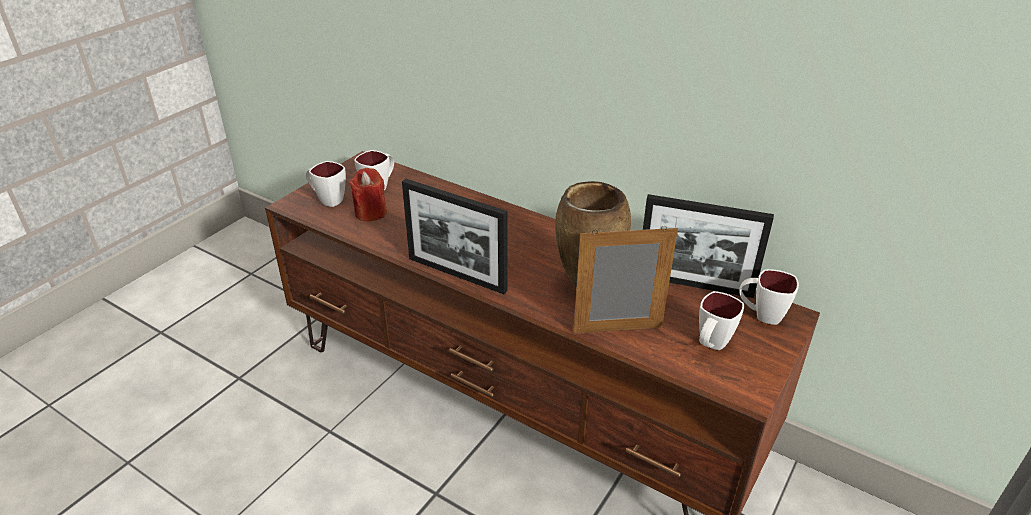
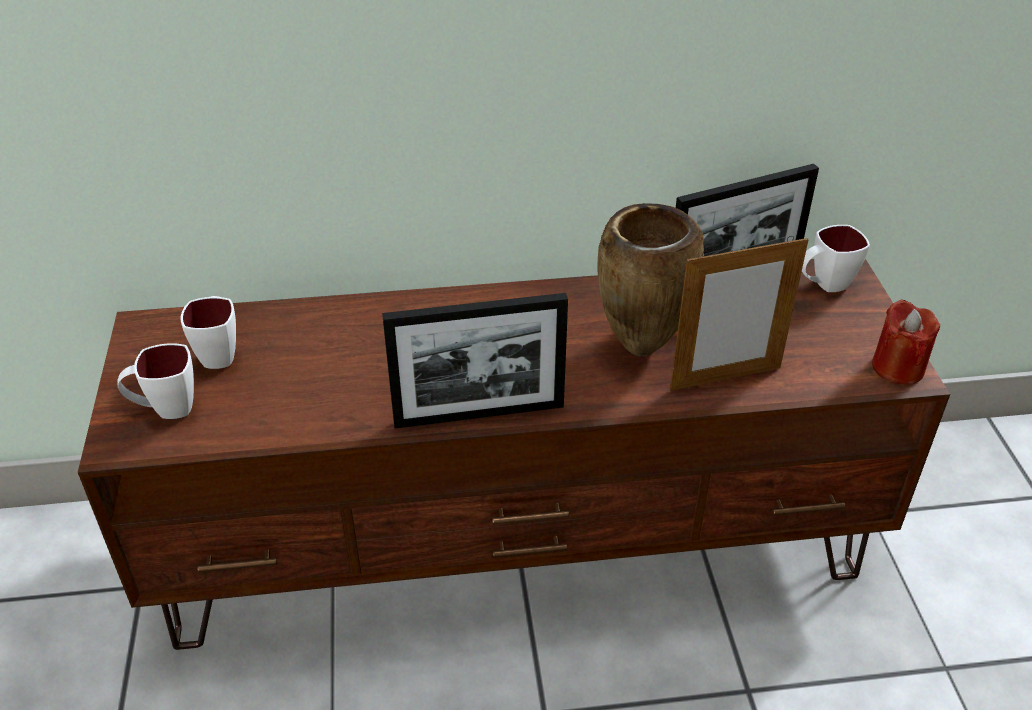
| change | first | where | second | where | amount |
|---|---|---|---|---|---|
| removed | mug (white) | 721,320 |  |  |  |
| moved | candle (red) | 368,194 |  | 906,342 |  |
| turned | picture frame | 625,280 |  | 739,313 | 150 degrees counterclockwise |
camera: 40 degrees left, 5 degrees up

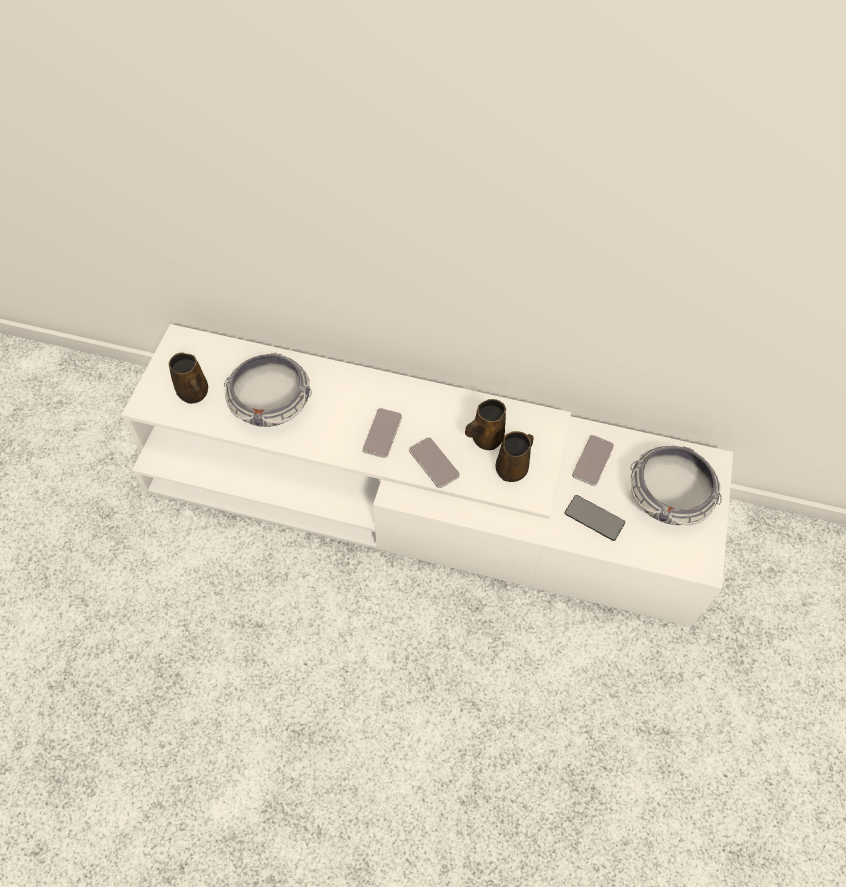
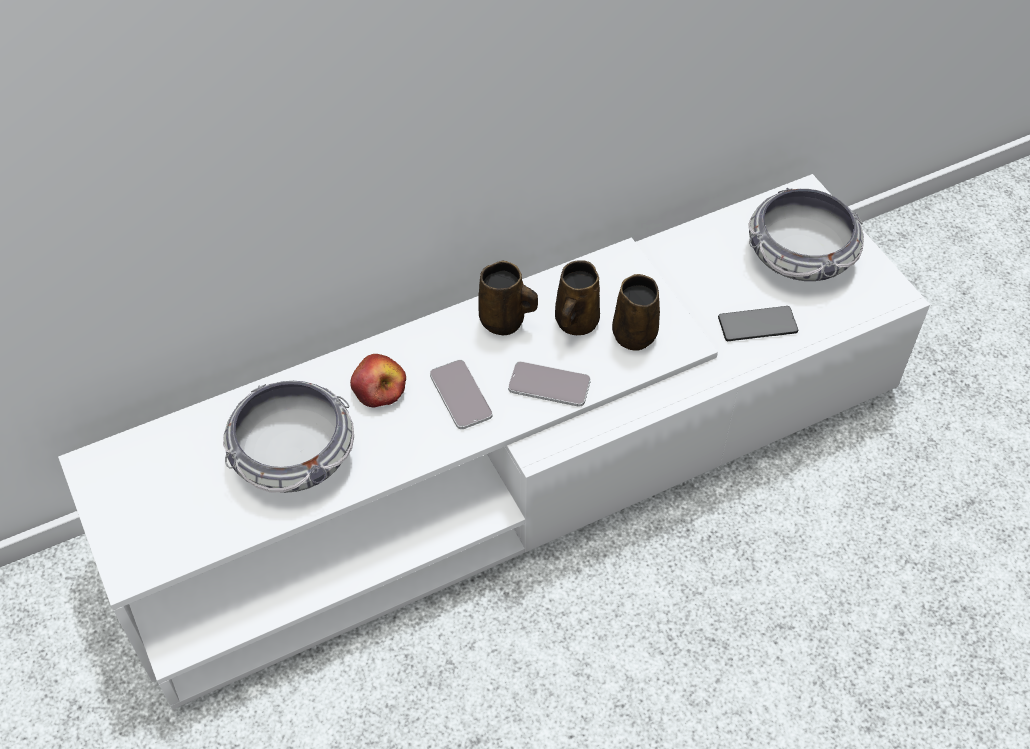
| change | first | where | second | where | amount |
|---|---|---|---|---|---|
| removed | phone | 593,460 |  |  |  |
| added |  |  | apple | 378,380 |  |
| moved | mug (brown) | 188,378 |  | 508,298 |  |
camera: 40 degrees left, 5 degrees down

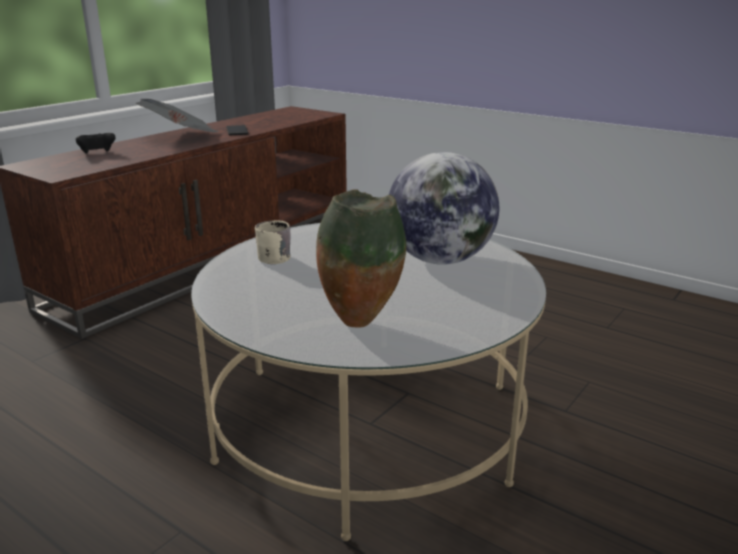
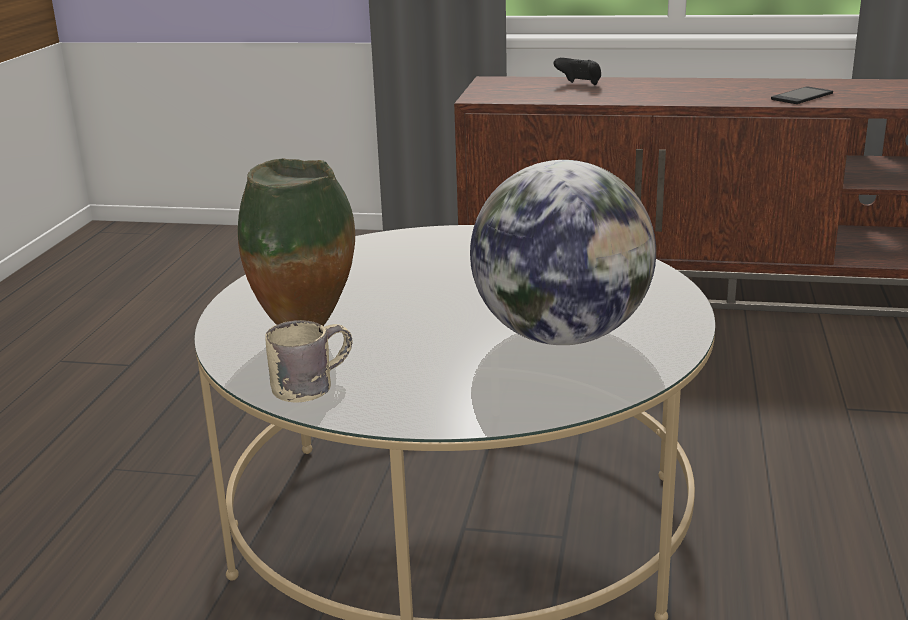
| change | first | where | second | where | amount |
|---|---|---|---|---|---|
| removed | newspaper | 178,115 |  |  |  |
| moved | mug (beige) | 272,242 |  | 308,361 |  |
camera: 65 degrees right, 0 degrees up

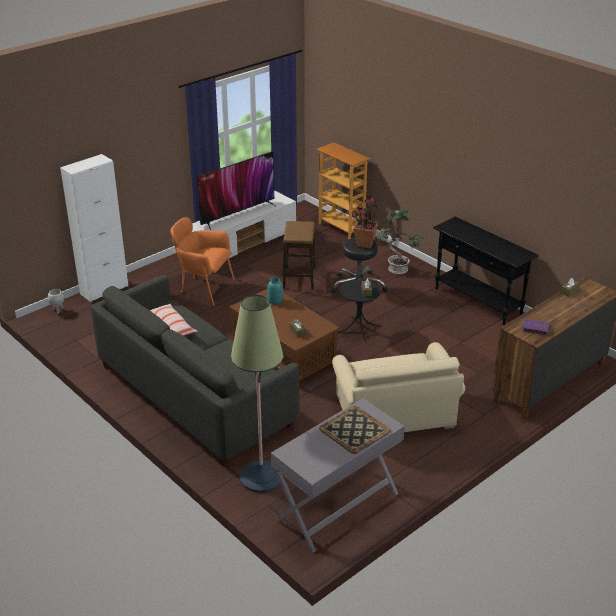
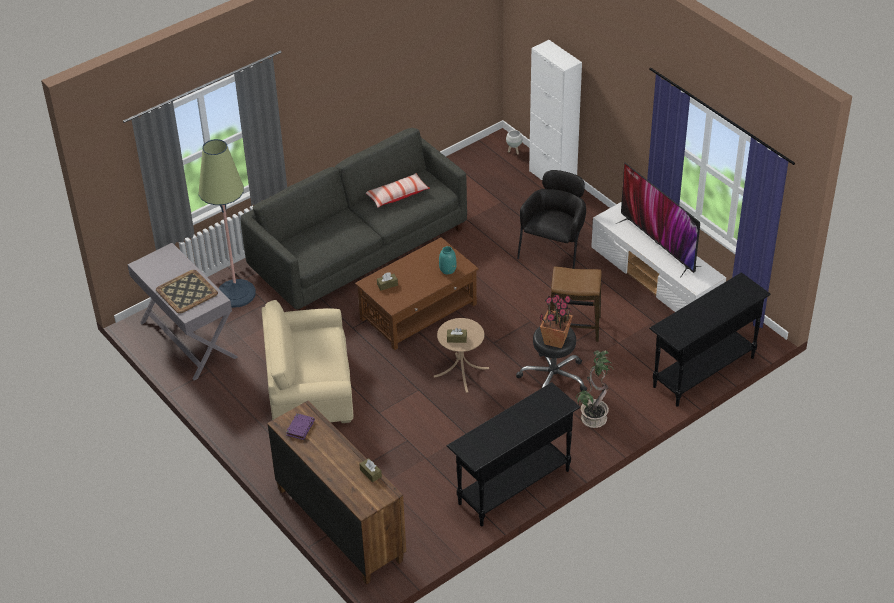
| change | first | where | second | where | amount |
|---|---|---|---|---|---|
| replaced | bookcase | 343,191 | console table (black) | 710,339 |  |
| recoloured | armchair (orange) | 202,261 | armchair (black) | 551,219 |  |
| recoloured | side table (black) | 359,311 | side table (beige) | 461,355 |  |
camera: 95 degrees right, 10 degrees up

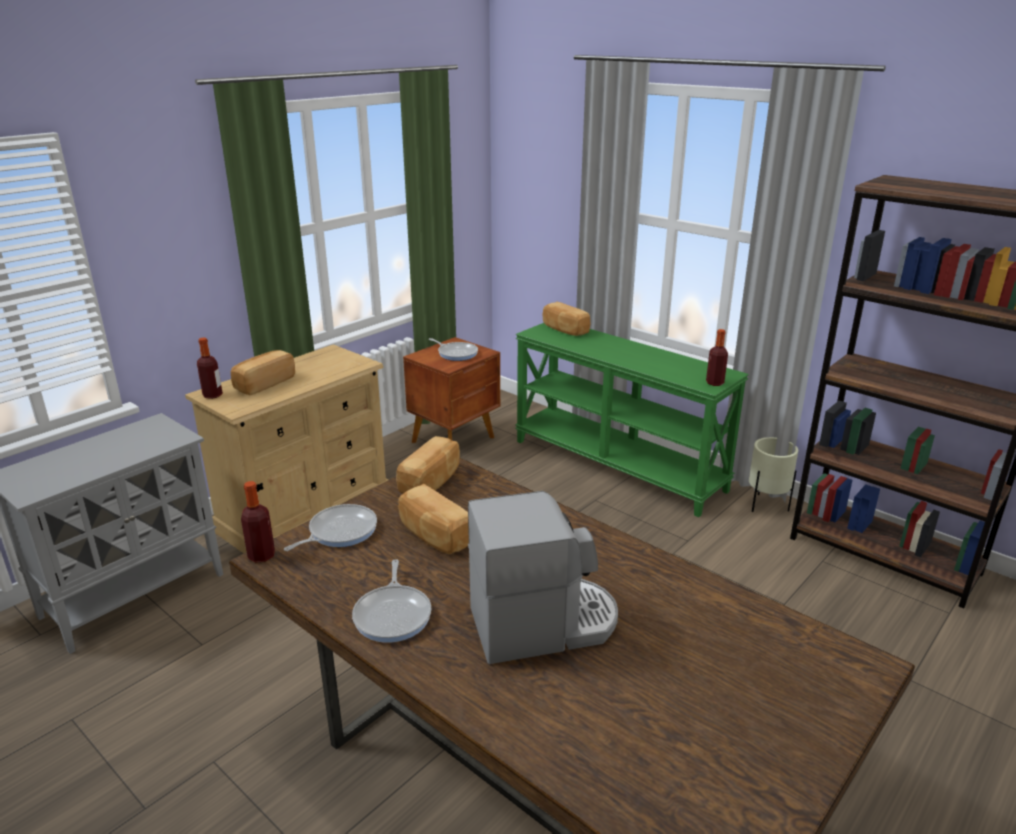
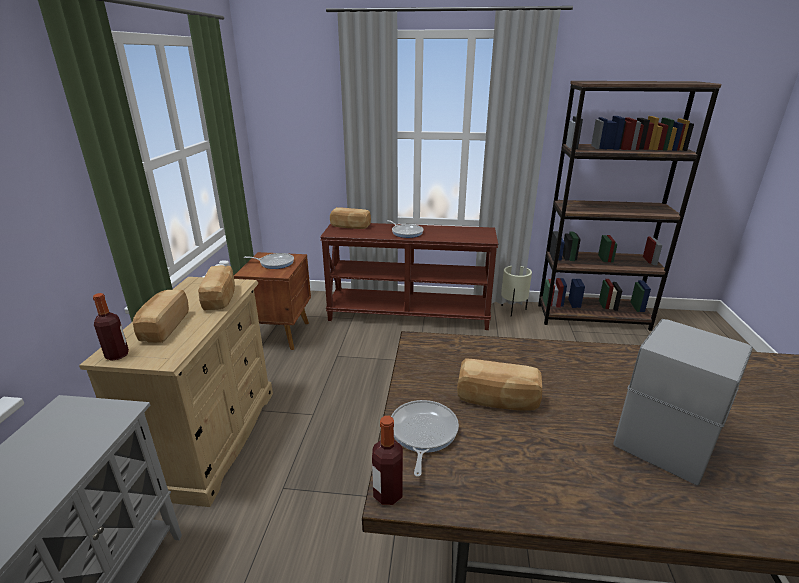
| change | first | where | second | where | amount |
|---|---|---|---|---|---|
| removed | bottle | 717,357 |  |  |  |
| moved | frying pan | 392,601 |  | 405,229 |  |
| moved | bread | 428,464 |  | 216,287 |  |
| recoloured | console table (green) | 632,420 | console table (brown) | 409,276 |  |
camera: 35 degrees left, 0 degrees up

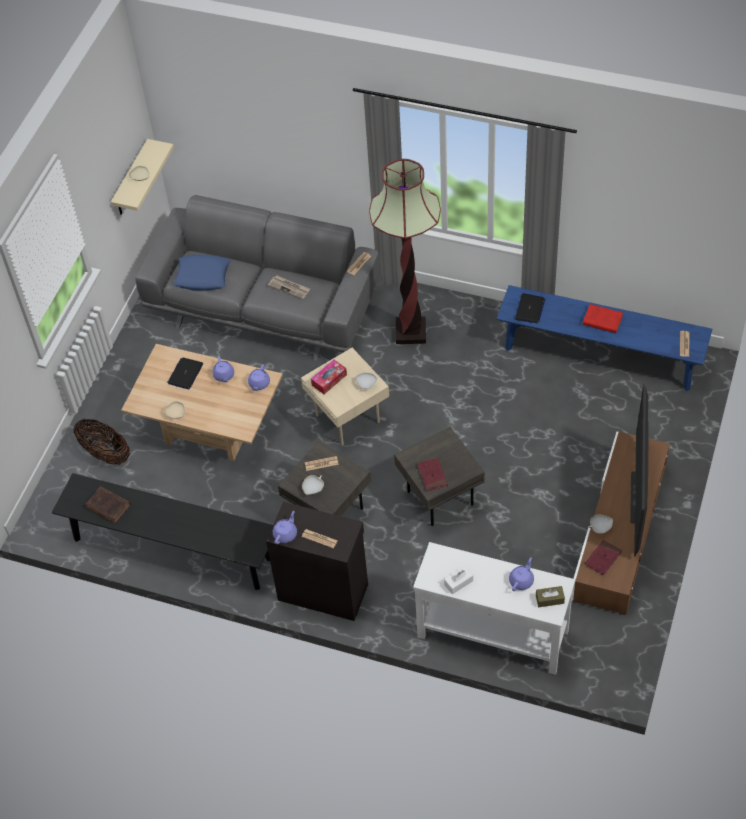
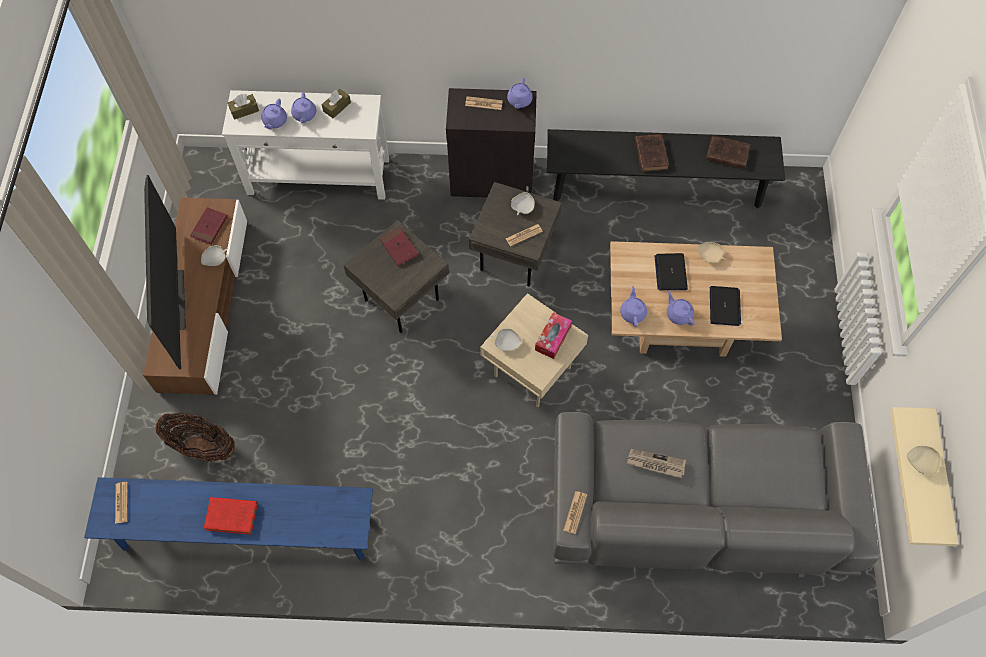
| change | first | where | second | where | amount |
|---|---|---|---|---|---|
| removed | pillow (blue) | 202,272 |  |  |  |
| removed | floor lamp | 405,251 |  |  |  |
| added |  |  | teapot (purple) | 303,107 |  |
| added |  |  | book (brown) | 652,153 |  |
| moved | basket | 102,442 |  | 195,437 |  |
| moved | laptop | 530,308 |  | 671,272 |  |
| recoloured | tissue box (white) | 458,580 | tissue box (brown) | 336,103 |  |
camera: 160 degrees right, 10 degrees up

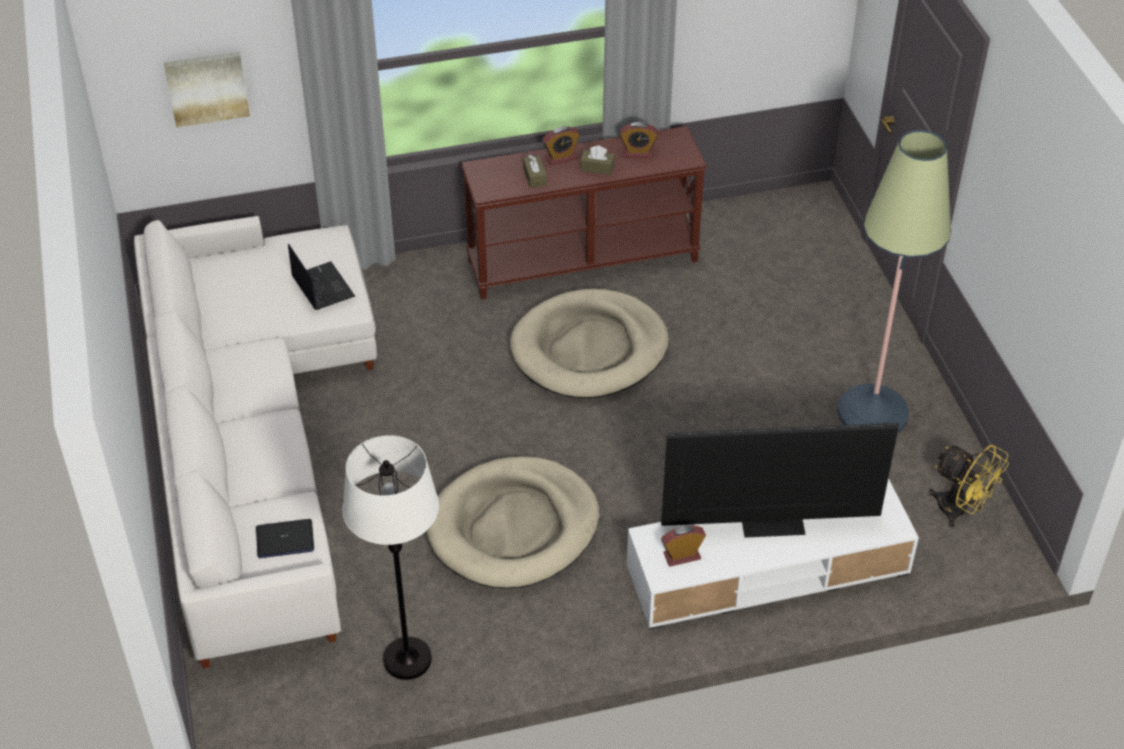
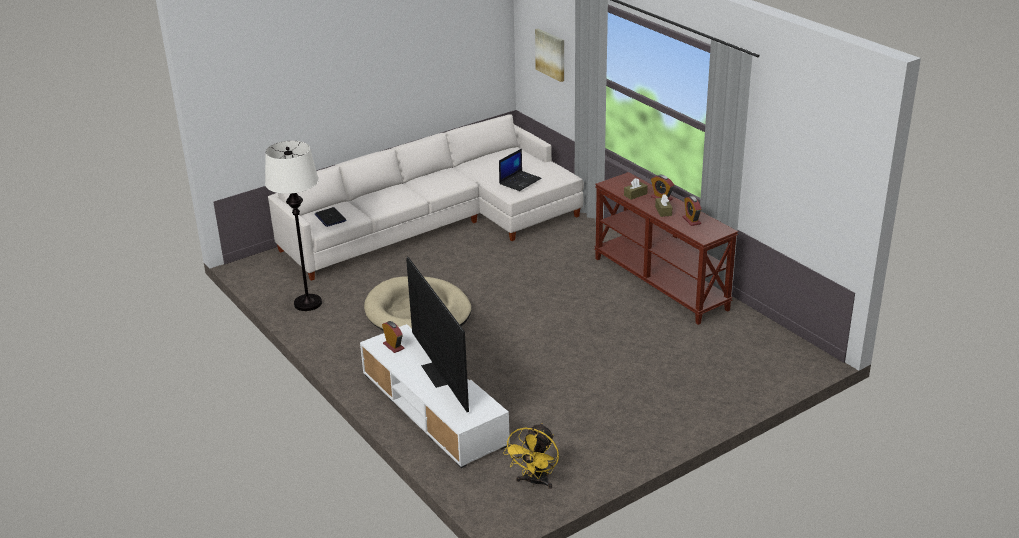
| change | first | where | second | where | amount |
|---|---|---|---|---|---|
| removed | dog bed (beige) | 589,343 |  |  |  |
| removed | floor lamp | 894,281 |  |  |  |
camera: 70 degrees right, 15 degrees down

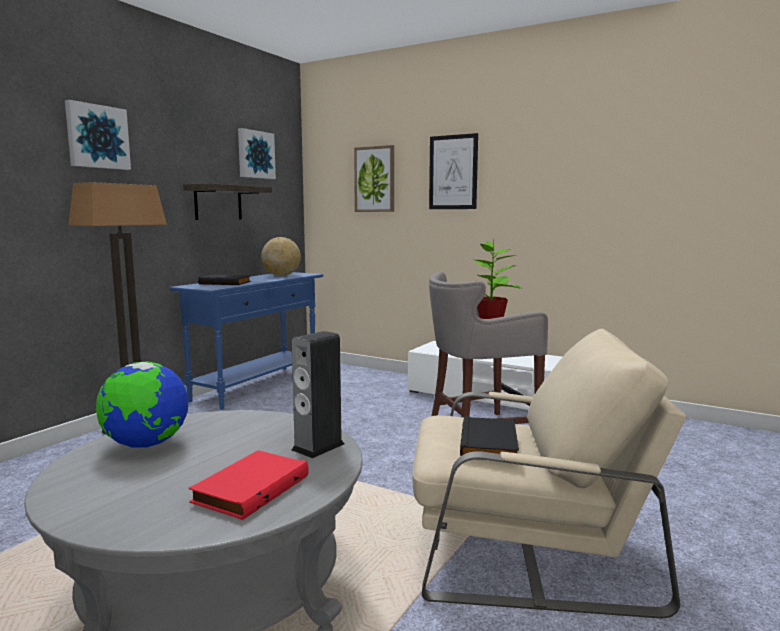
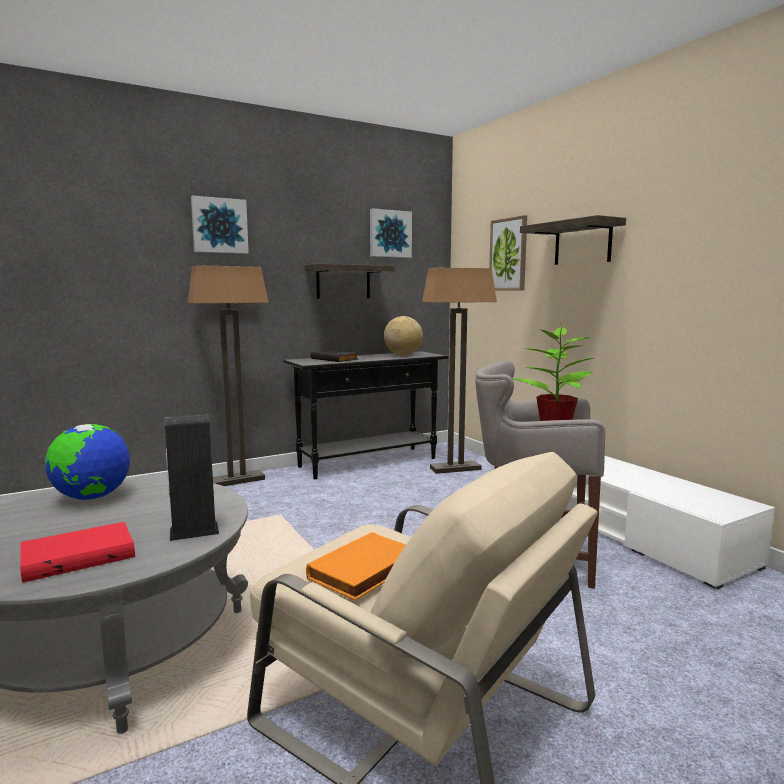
| change | first | where | second | where | amount |
|---|---|---|---|---|---|
| added |  |  | floor lamp | 459,371 |  |
| replaced | picture | 453,171 | shelf | 573,240 |  |
| recoloured | console table (blue) | 246,341 | console table (black) | 365,415 |  |
| recoloured | book (black) | 489,438 | book (orange) | 356,566 |  |
camera: 30 degrees right, 0 degrees up

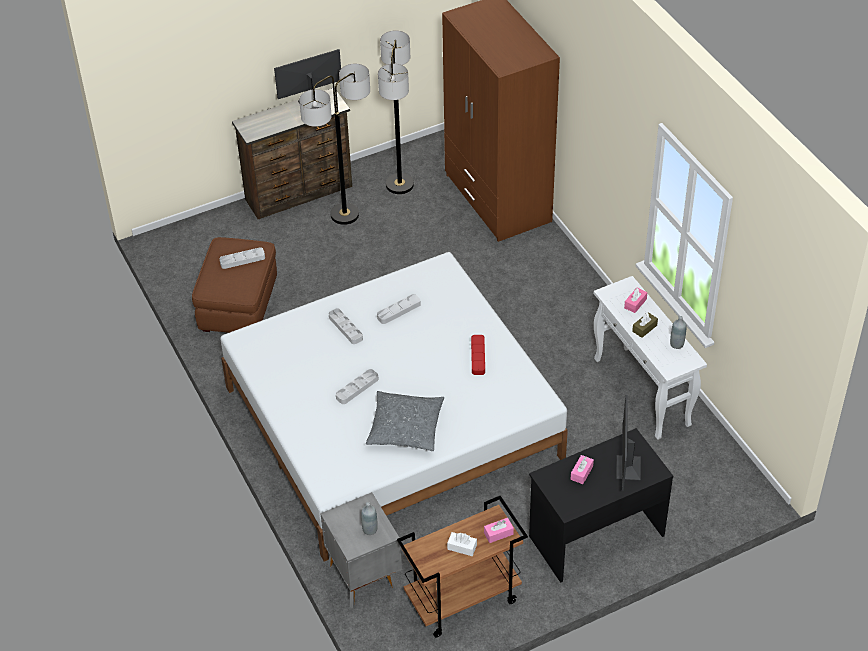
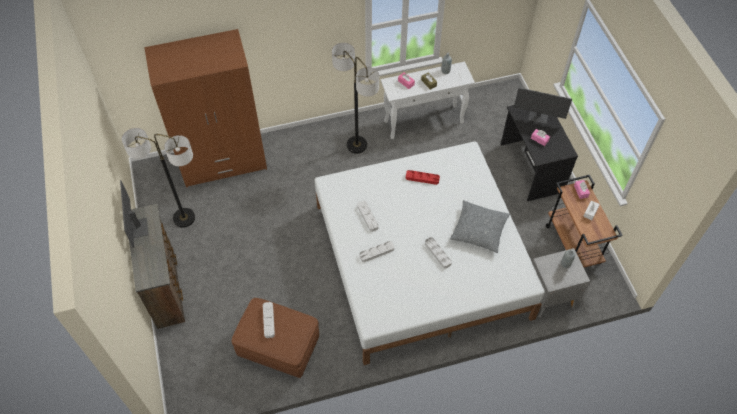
| change | first | where | second | where | amount |
|---|---|---|---|---|---|
| moved | floor lamp | 334,144 |  | 355,98 |  |
camera: 80 degrees left, 10 degrees up

